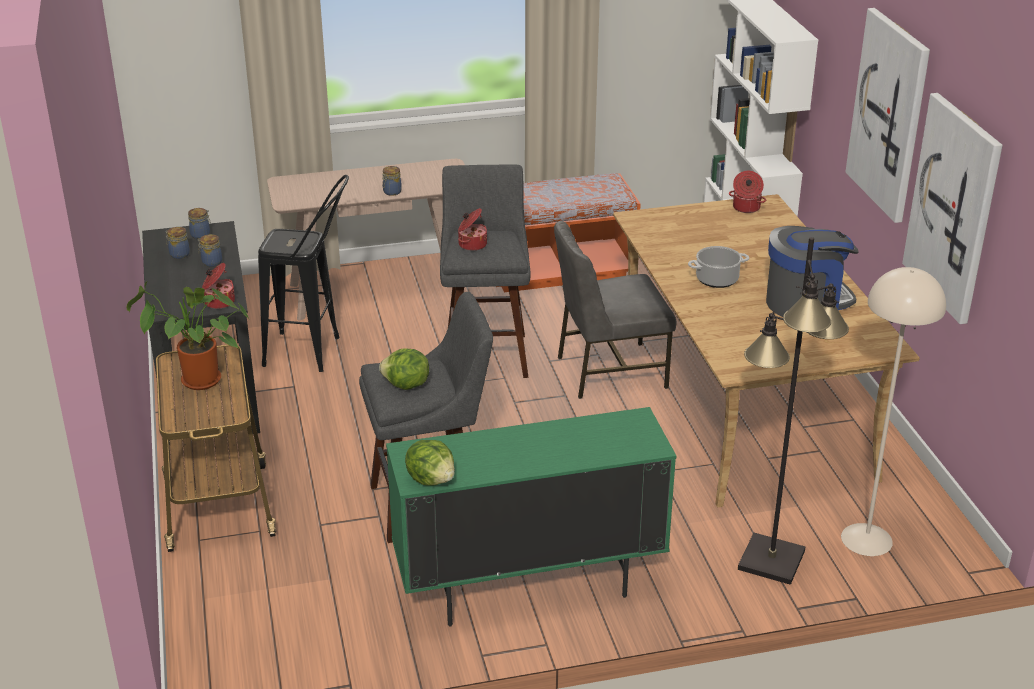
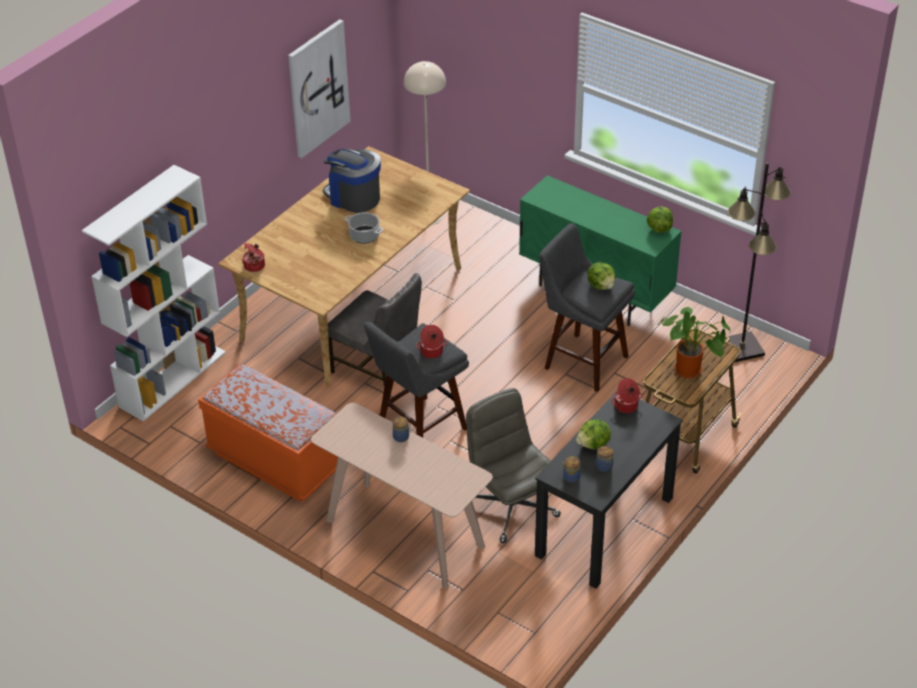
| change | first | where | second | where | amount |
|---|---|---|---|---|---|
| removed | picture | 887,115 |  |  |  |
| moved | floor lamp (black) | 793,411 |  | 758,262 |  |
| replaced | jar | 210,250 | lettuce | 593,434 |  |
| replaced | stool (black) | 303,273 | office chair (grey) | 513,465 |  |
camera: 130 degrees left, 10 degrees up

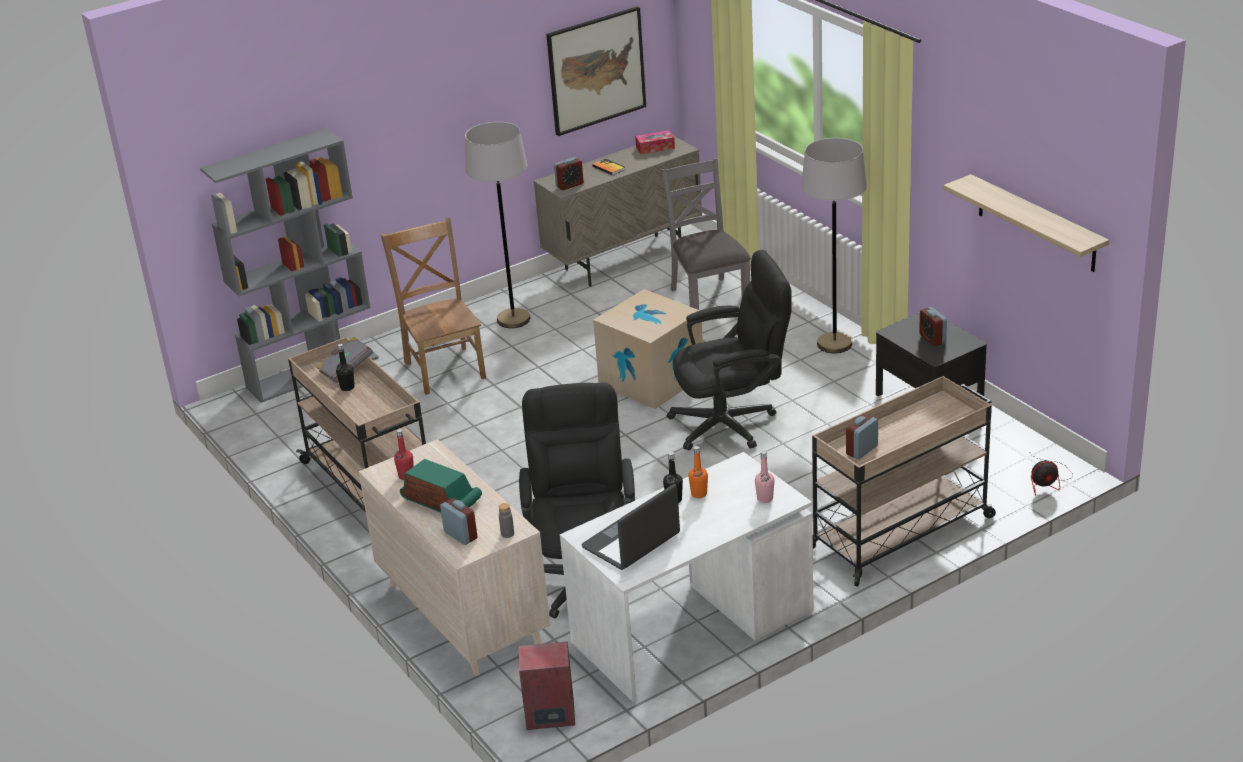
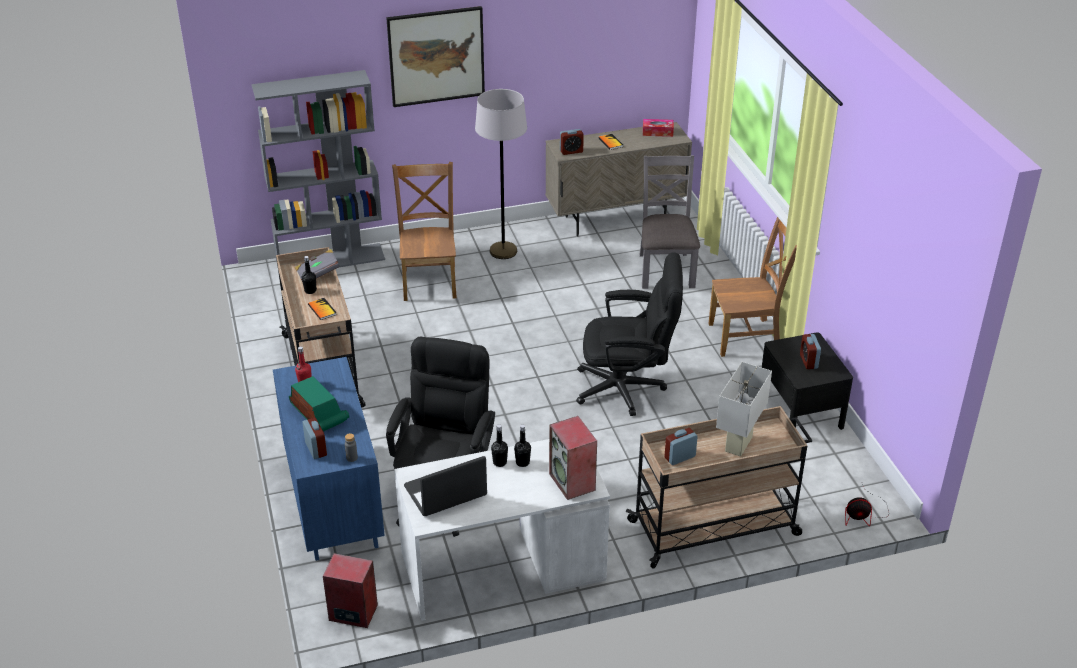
| change | first | where | second | where | amount |
|---|---|---|---|---|---|
| removed | cardboard box | 648,349 |  |  |  |
| removed | shelf | 1026,223 |  |  |  |
| added |  |  | book | 322,309 |  |
| added |  |  | table lamp (white) | 744,409 |  |
| moved | picture | 596,71 |  | 435,56 |  |
| replaced | bottle (pink) | 764,477 | speaker | 573,458 |  |
| replaced | floor lamp (grey) | 834,245 | chair (brown) | 753,287 |  |
| recoloured | dresser (beige) | 454,557 | dresser (blue) | 329,459 |  |
| recoloured | bottle (orange) | 698,472 | bottle (black) | 522,446 |  |
camera: 15 degrees right, 5 degrees up

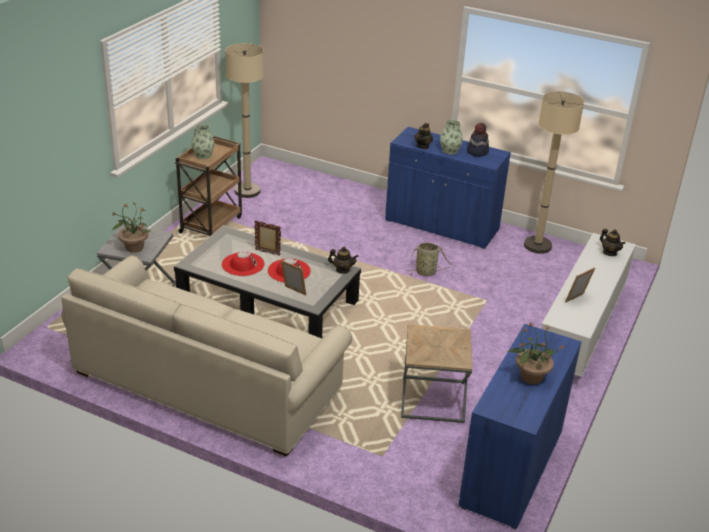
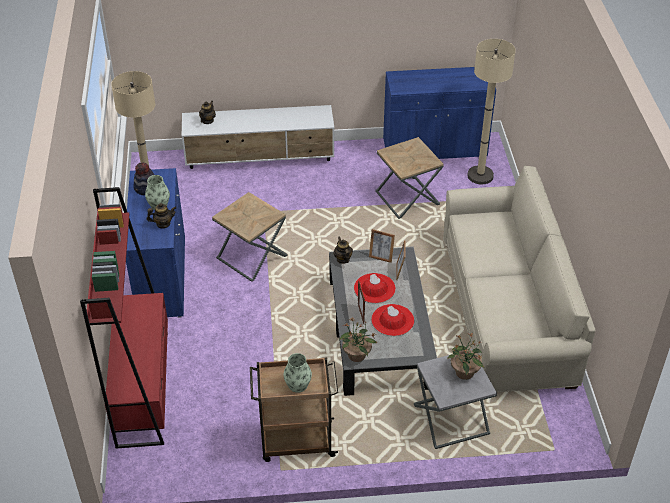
| change | first | where | second | where | amount |
|---|---|---|---|---|---|
| added |  |  | bookcase (red) | 124,317 |  |
| moved | floor lamp (beige) | 244,120 |  | 491,111 |  |
| moved | potted plant | 535,353 |  | 358,340 |  |
| moved | picture frame | 580,285 |  | 382,246 |  |
| replaced | basket | 430,259 | side table (brown) | 249,237 |  |
camera: 120 degrees left, 10 degrees up

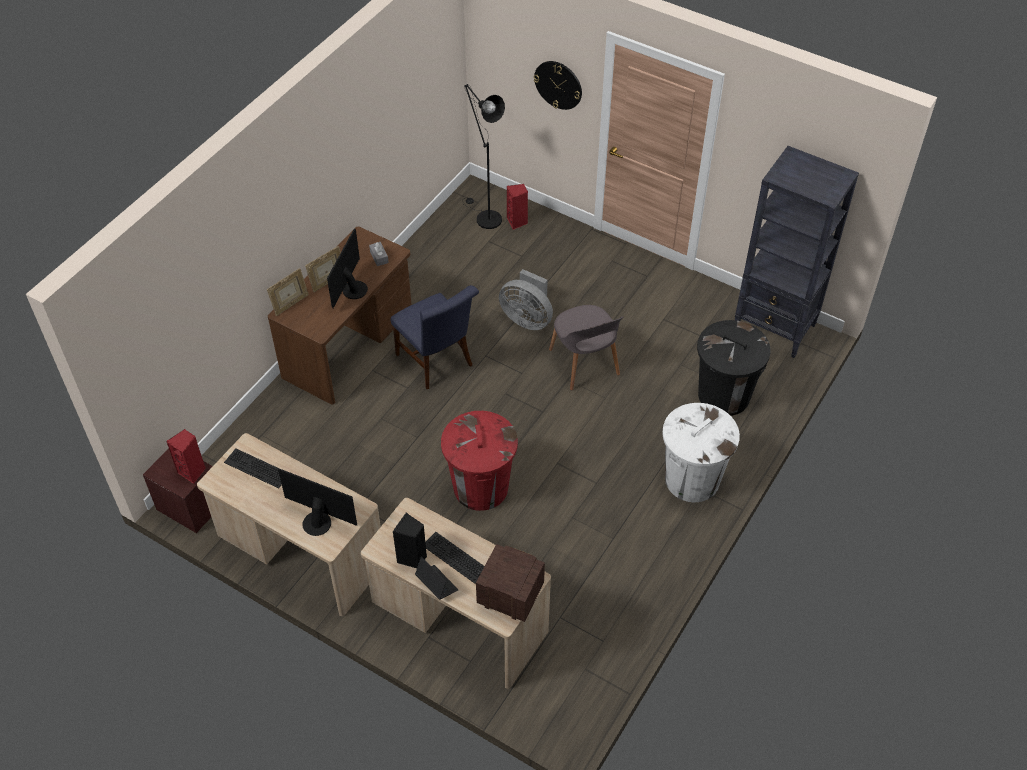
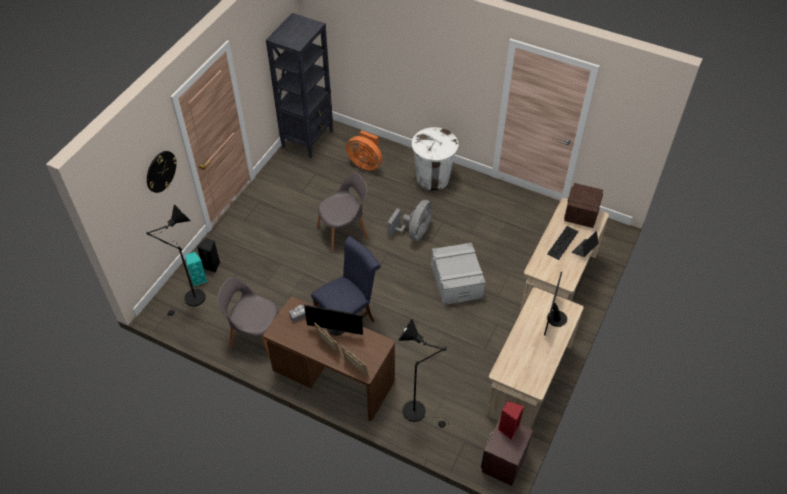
| change | first | where | second | where | amount |
|---|---|---|---|---|---|
| removed | keyboard | 253,468 |  |  |  |
| added |  |  | chair (grey) | 248,317 |  |
| added |  |  | floor lamp (black) | 423,373 |  |
| moved | speaker (black) | 410,540 |  | 208,255 |  |
| moved | fan (grey) | 526,299 |  | 410,220 |  |
| replaced | trash can (red) | 479,461 | storage box (grey) | 458,274 |  |
| replaced | trash can (black) | 734,368 | fan (orange) | 364,150 |  |
| recoloured | speaker (red) | 517,207 | speaker (turquoise) | 196,269 |  |
camera: 95 degrees left, 0 degrees up

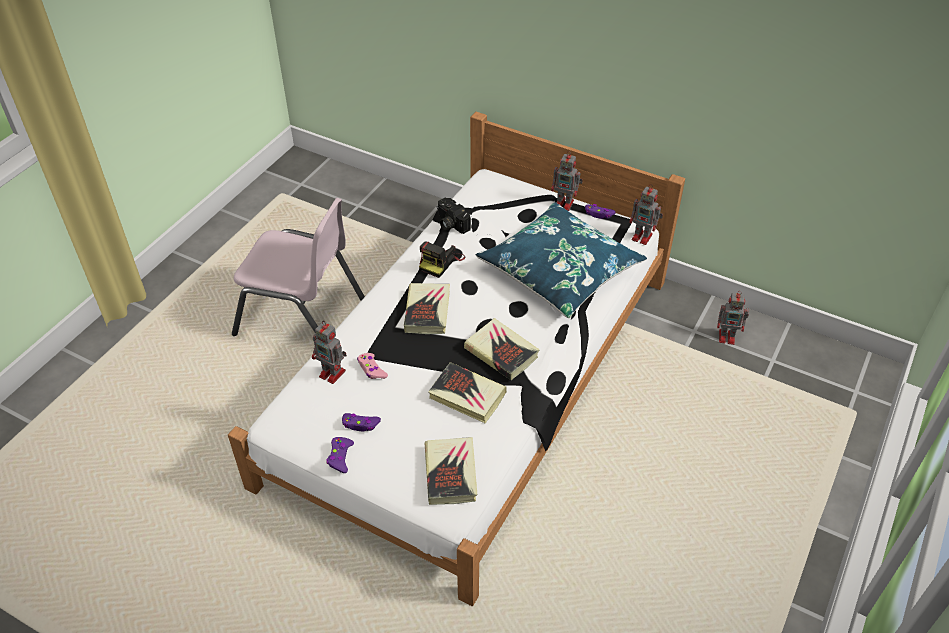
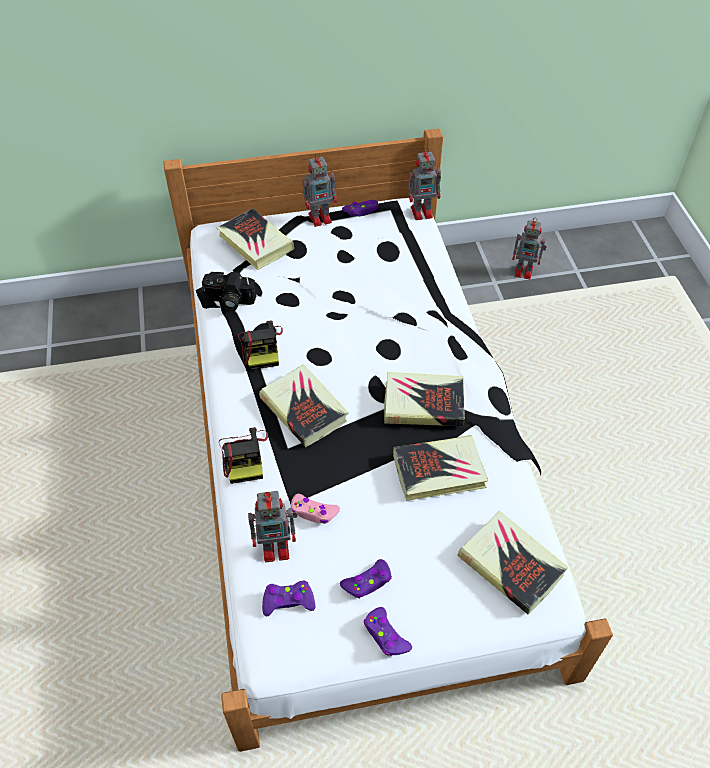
| change | first | where | second | where | amount |
|---|---|---|---|---|---|
| removed | chair (pink) | 298,267 |  |  |  |
| removed | pillow (blue) | 561,260 |  |  |  |
| added |  |  | book | 255,239 |  |
| added |  |  | photo camera | 243,455 |  |
| added |  |  | game controller (purple) | 288,598 |  |
| turned | toy robot | 733,318 |  | 529,248 | 45 degrees clockwise |
camera: 40 degrees left, 5 degrees up

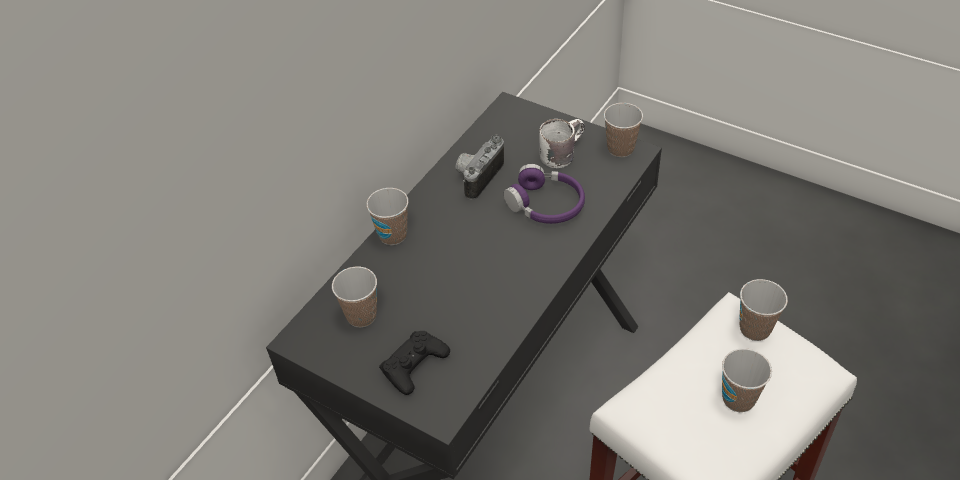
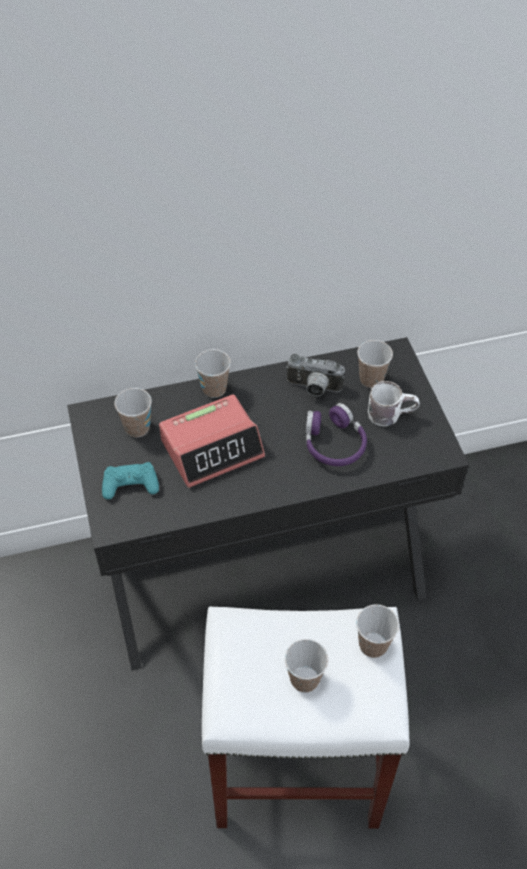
| change | first | where | second | where | amount |
|---|---|---|---|---|---|
| added |  |  | alarm clock | 212,441 |  |
| moved | cup | 623,130 |  | 375,364 |  |
| recoloured | game controller (black) | 414,363 | game controller (turquoise) | 130,480 |  |
| turned | photo camera | 479,167 |  | 315,375 | 150 degrees counterclockwise |
camera: 40 degrees right, 5 degrees up

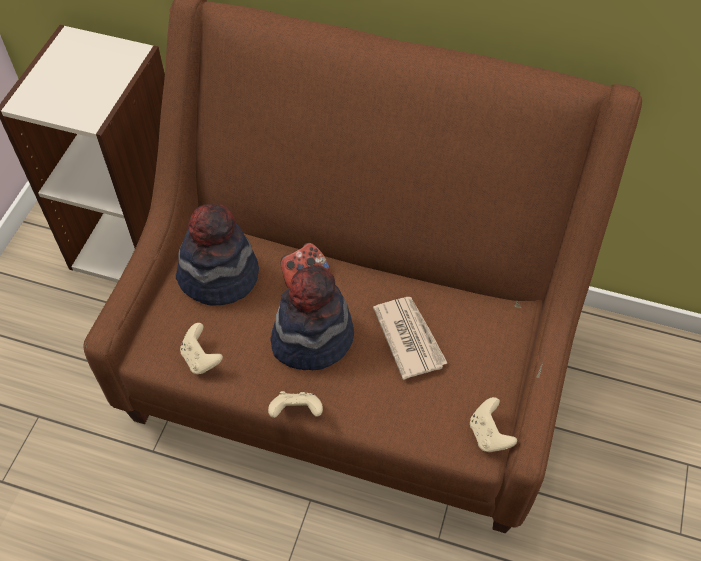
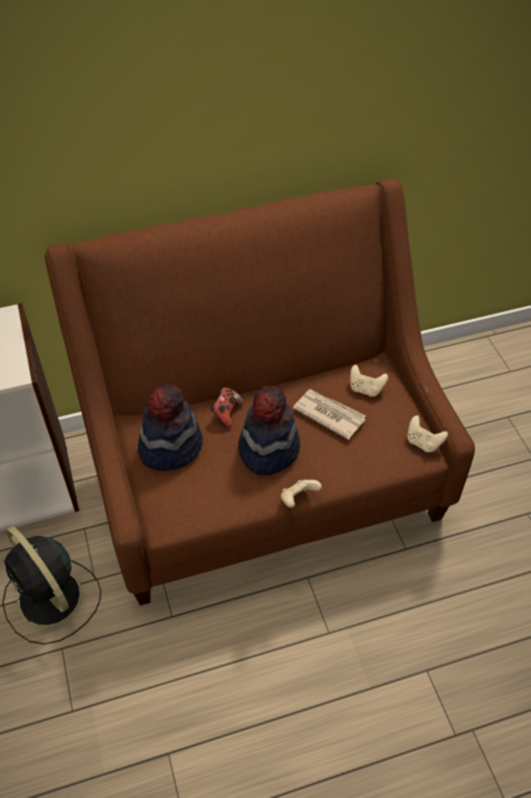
| change | first | where | second | where | amount |
|---|---|---|---|---|---|
| added |  |  | fan (black) | 51,585 |  |
| moved | game controller (beige) | 201,348 |  | 369,381 |  |
camera: 35 degrees left, 5 degrees down

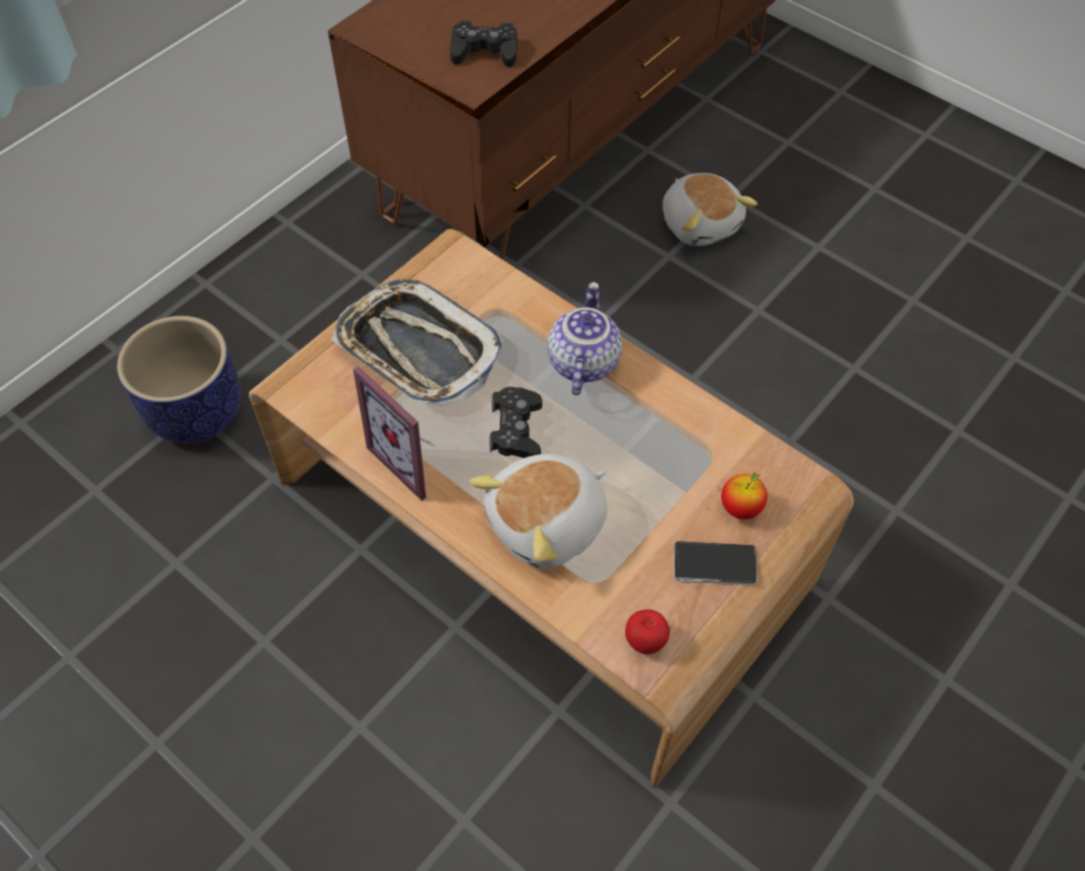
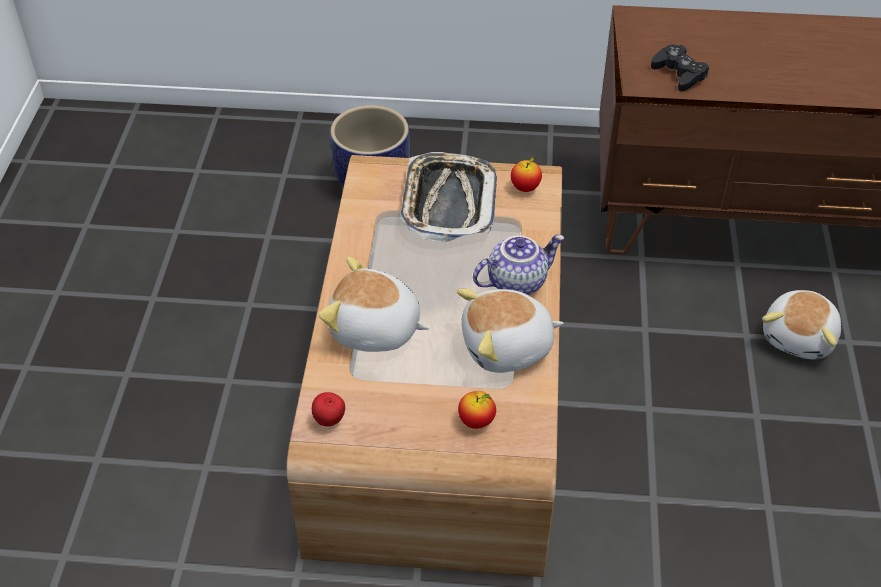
| change | first | where | second | where | amount |
|---|---|---|---|---|---|
| removed | picture frame | 394,434 |  |  |  |
| removed | game controller (black) | 515,422 |  |  |  |
| removed | phone | 715,563 |  |  |  |
| added |  |  | plush toy | 510,331 |  |
| added |  |  | apple | 526,174 |  |
camera: 55 degrees right, 10 degrees down

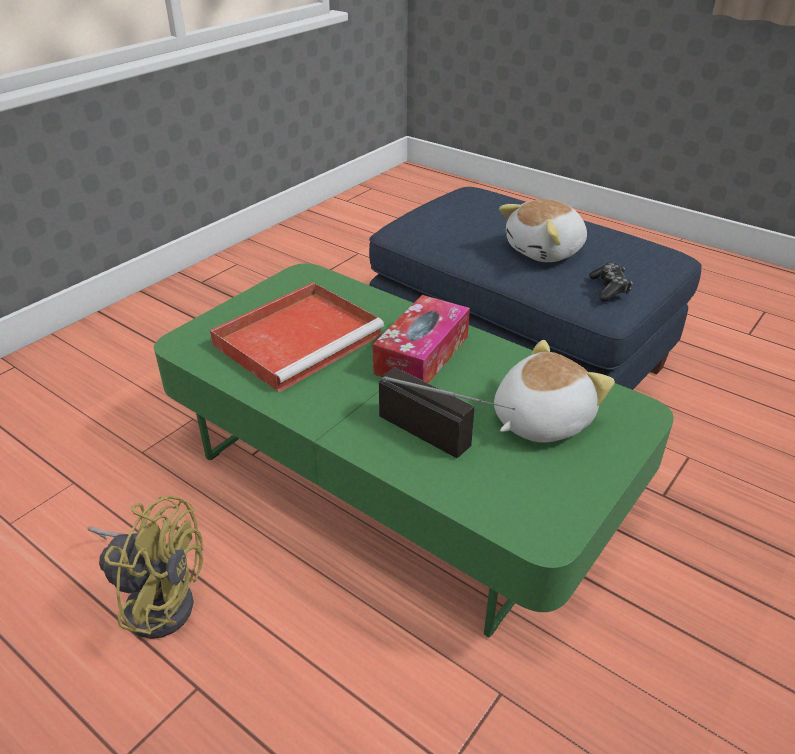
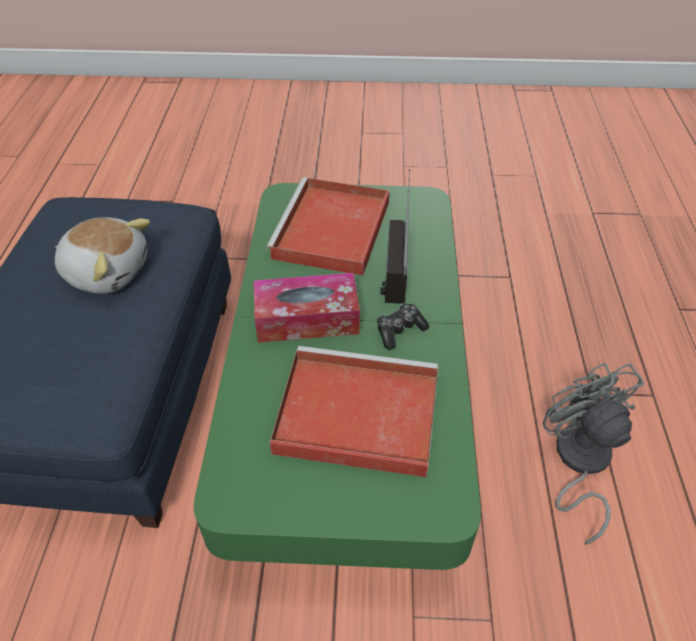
| change | first | where | second | where | amount |
|---|---|---|---|---|---|
| moved | game controller | 610,281 |  | 403,326 |  |
| replaced | plush toy | 554,391 | tray (red) | 328,226 |  |
| recoloured | fan (yellow) | 145,567 | fan (grey) | 593,454 |  |
camera: 125 degrees left, 10 degrees up

